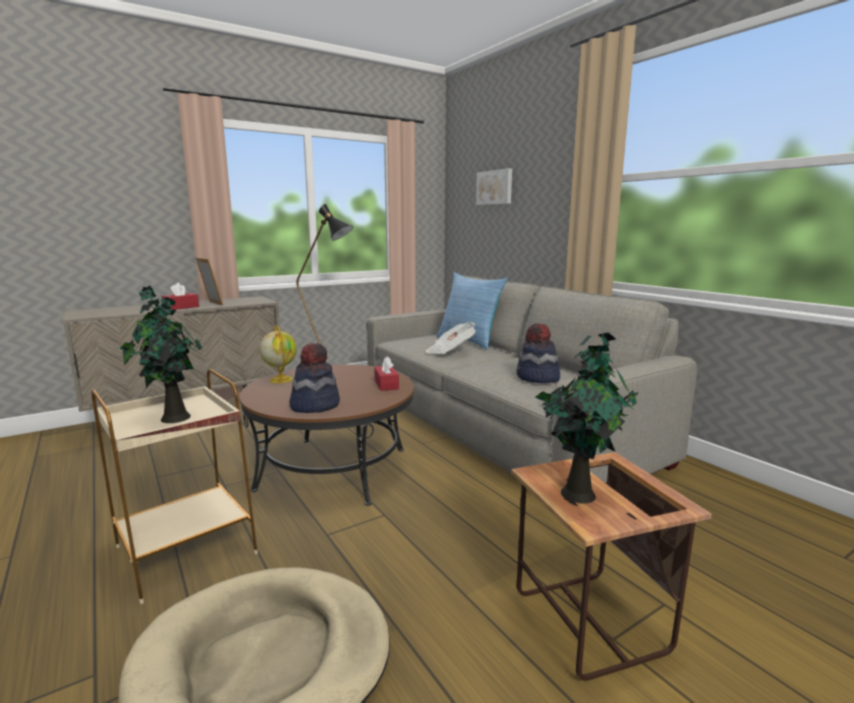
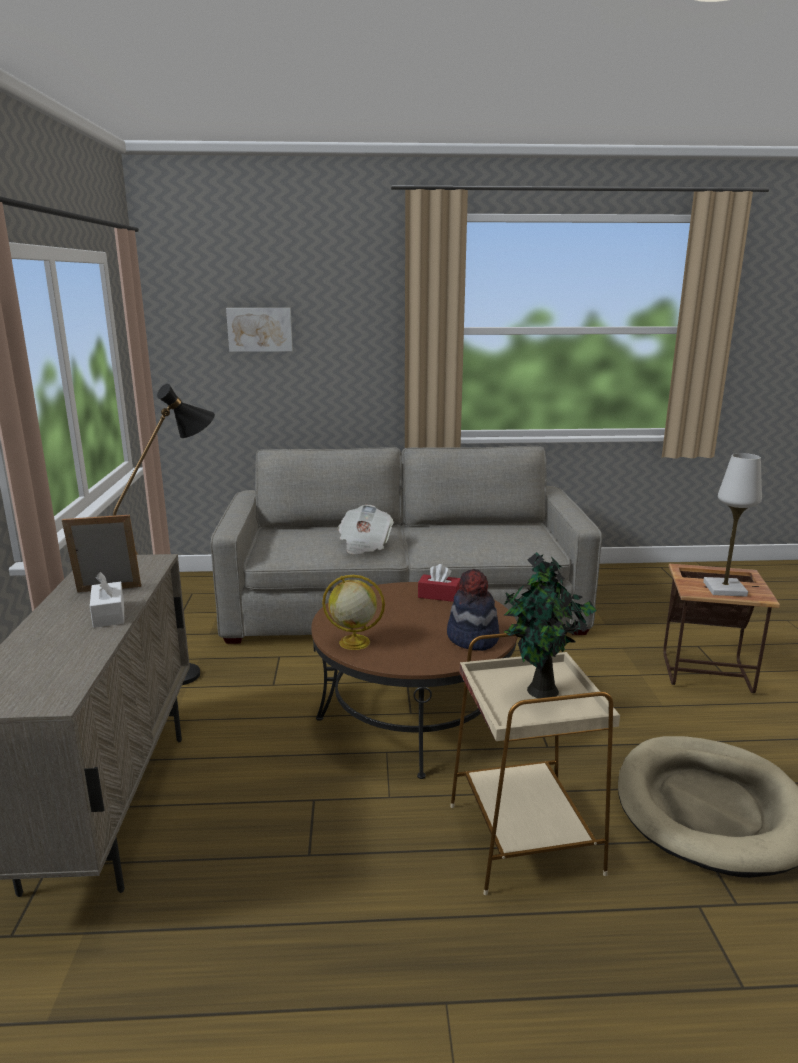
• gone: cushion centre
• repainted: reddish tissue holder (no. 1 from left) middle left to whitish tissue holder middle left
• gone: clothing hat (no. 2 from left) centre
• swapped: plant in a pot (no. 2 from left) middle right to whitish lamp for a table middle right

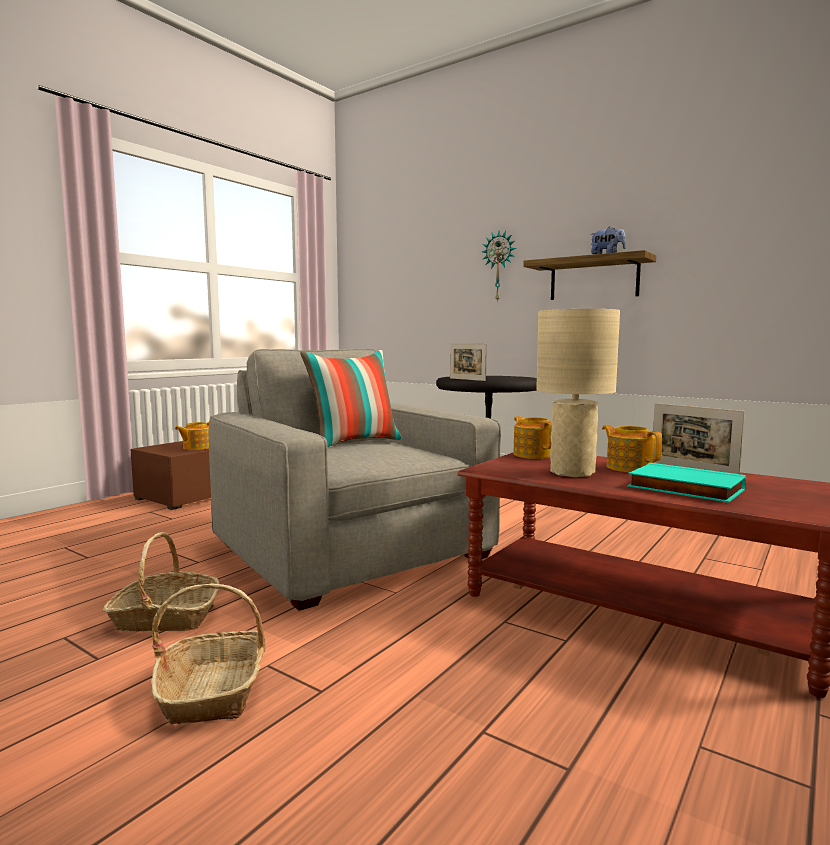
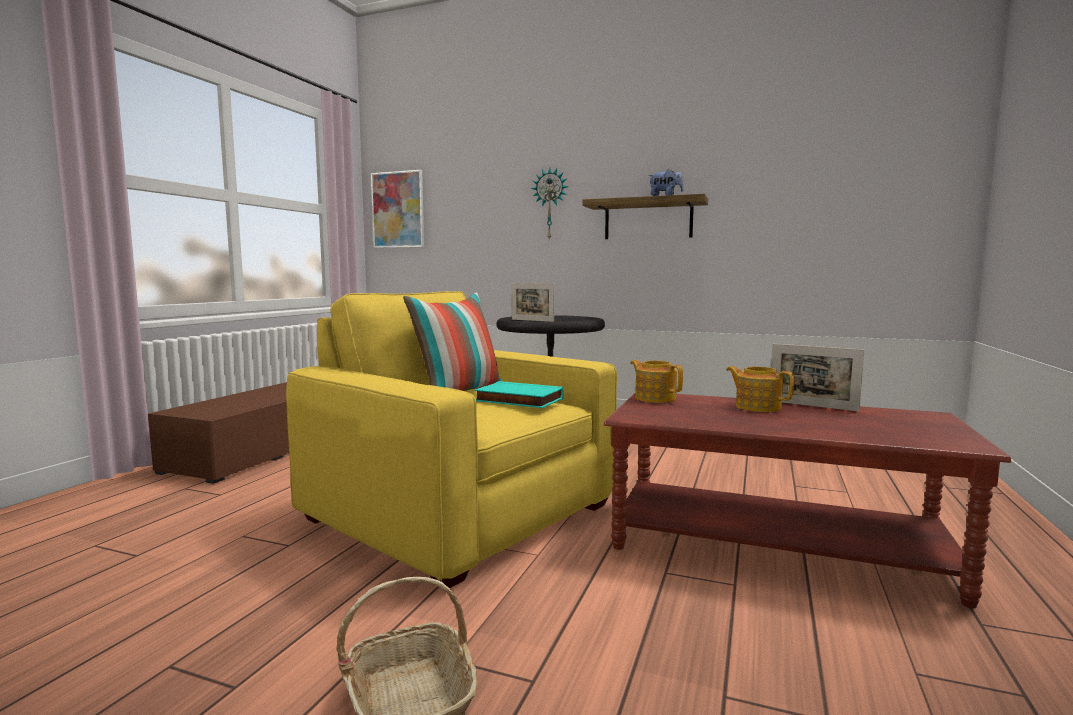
• gone: beige-coloured lamp for a table middle right
• repainted: grey lounge chair centre to yellow-coloured lounge chair centre
• gone: tea pot (no. 1 from left) middle left
• shifted: turquoise-coloured bound book middle right to centre
• gone: storage basket (no. 1 from left) bottom left
• new: picture top centre

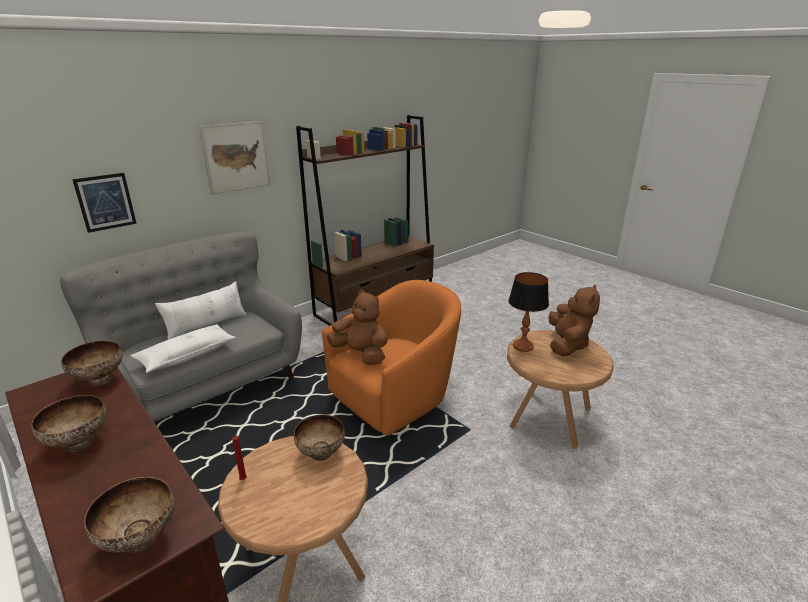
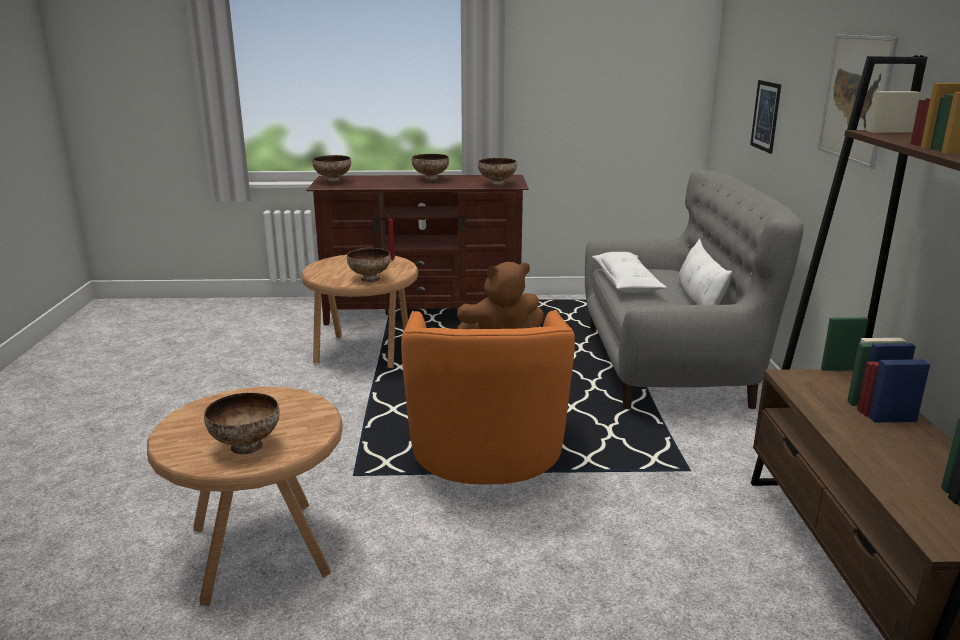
• gone: lamp for a table centre
• swapped: brown cuddly toy (no. 2 from left) middle right to serving bowl (no. 1 from left) middle left

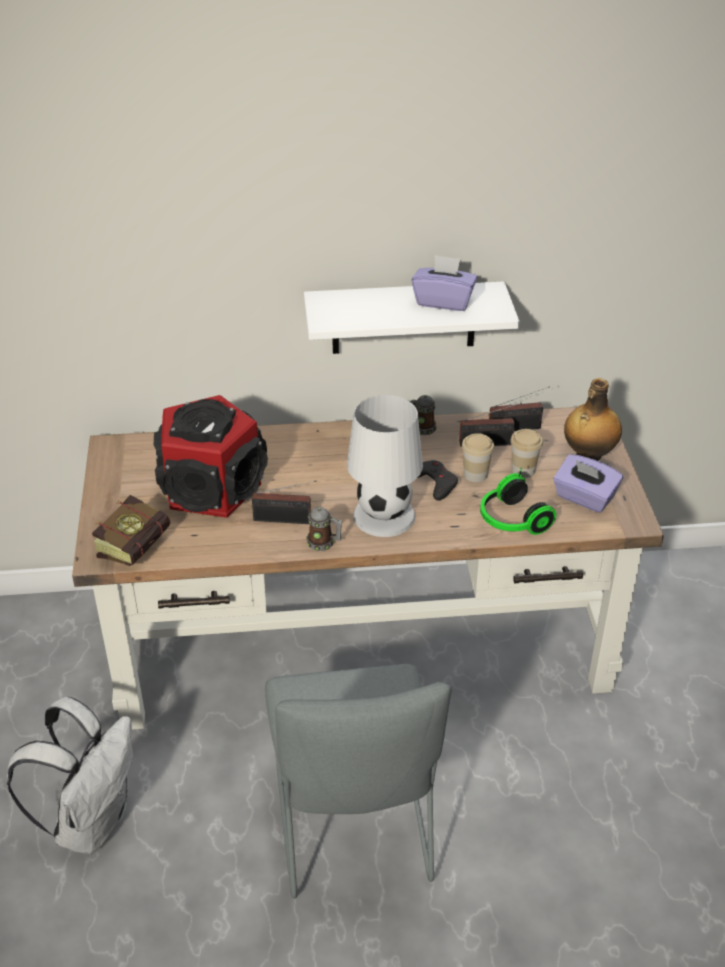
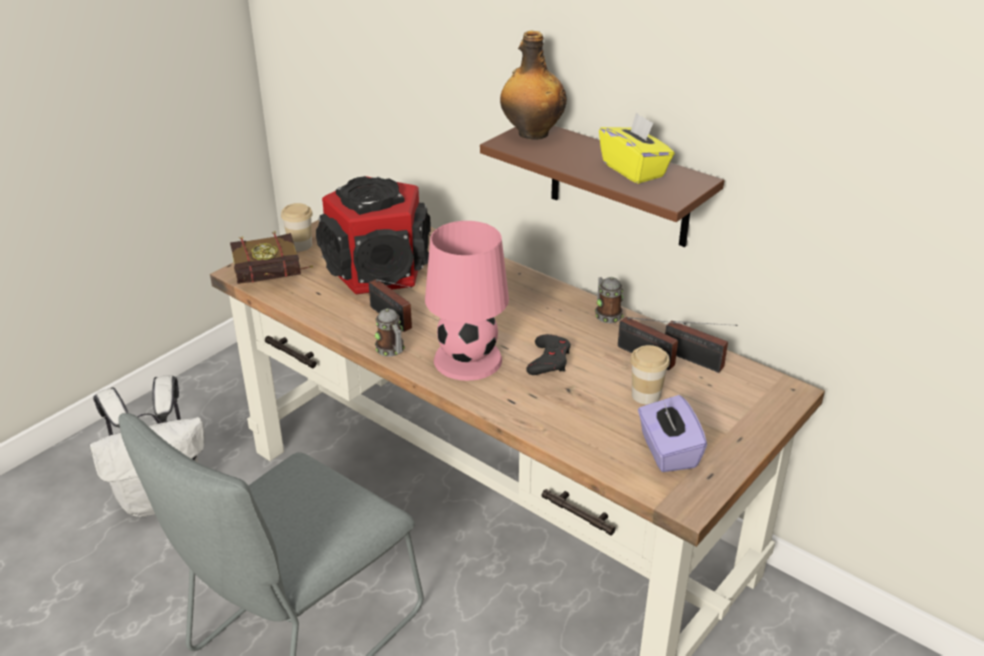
• repainted: purplish tissue holder (no. 1 from left) top centre to yellow-coloured tissue holder top centre
• repainted: whitish shelf top centre to brown shelf top centre
• shifted: bottle middle right to top centre
• repainted: whitish lamp for a table centre to pink-coloured lamp for a table centre
• shifted: cup (no. 1 from left) centre to middle left
• gone: pair of headphones middle right

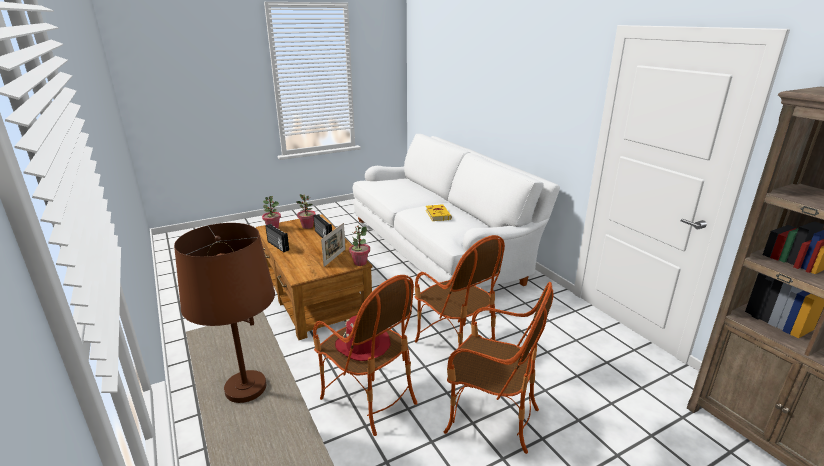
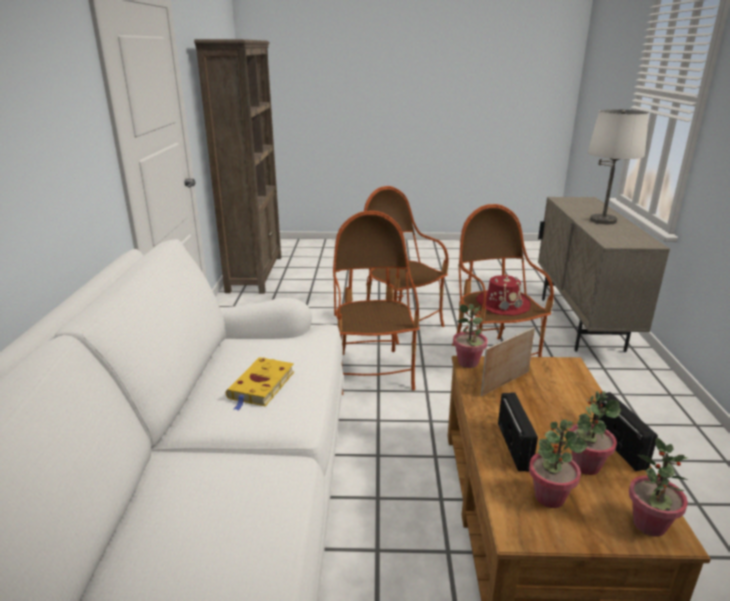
• repainted: brown lamp for a table bottom left to whitish lamp for a table top right
• new: plant in a pot (no. 3 from left) bottom right

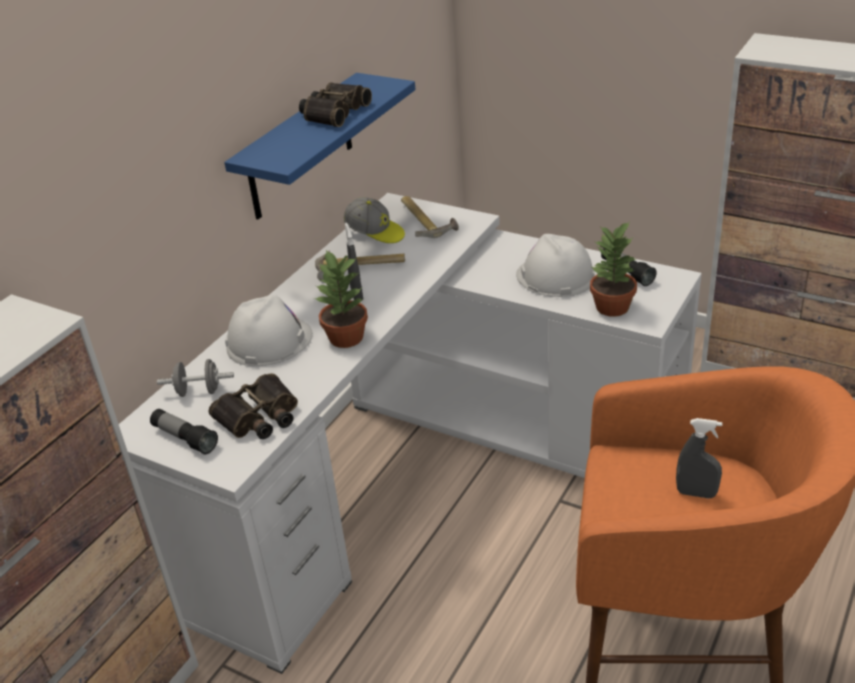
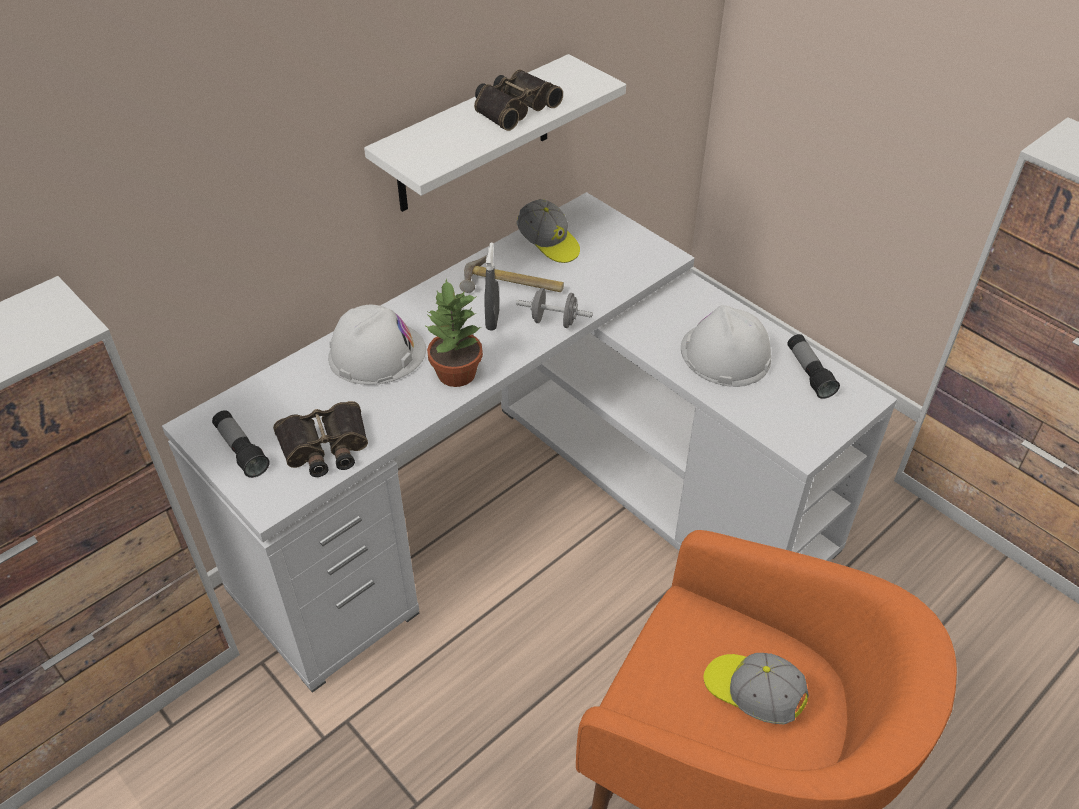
• repainted: blue shelf top centre to whitish shelf top centre
• gone: hammer (no. 2 from left) top centre
• gone: plant in a pot (no. 2 from left) middle right
• shifted: grey hand weight middle left to centre
• swapped: grey spray bottle (no. 2 from left) bottom right to peaked cap (no. 2 from left) bottom right

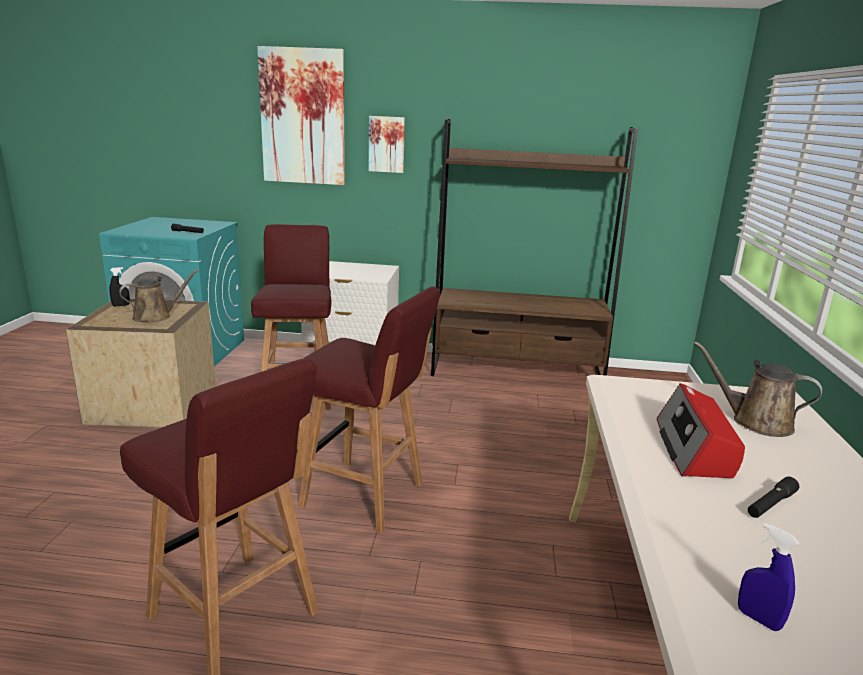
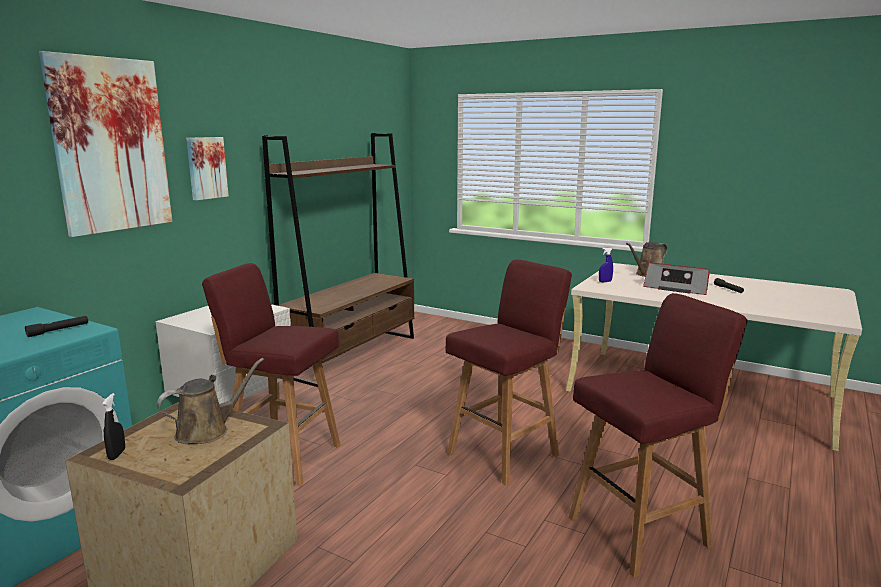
• rotated: brown watering can (no. 1 from left) middle left = bottom left 60 degrees clockwise
• shifted: blue spray bottle bottom right to middle right

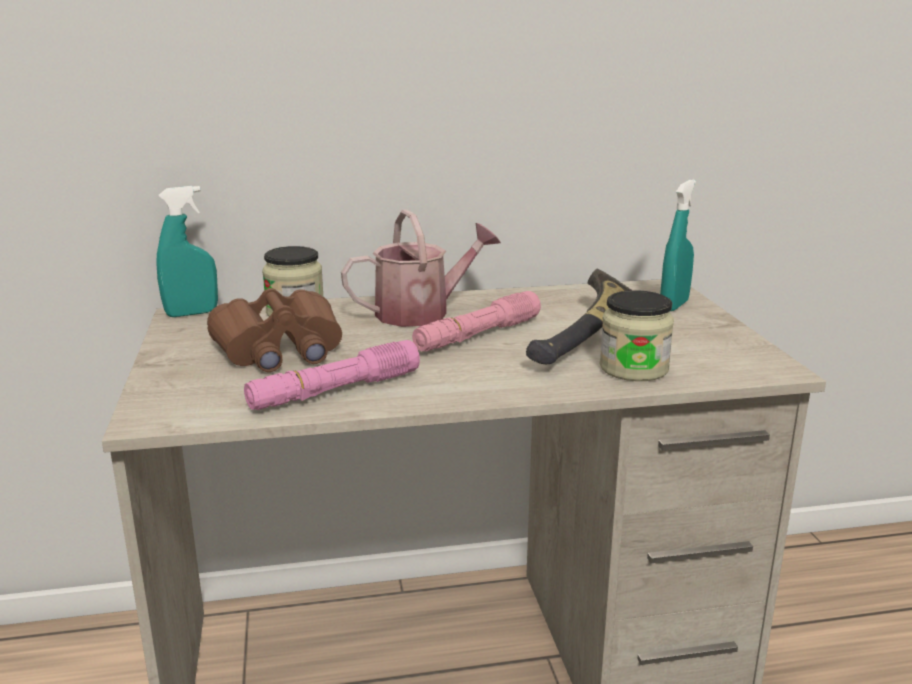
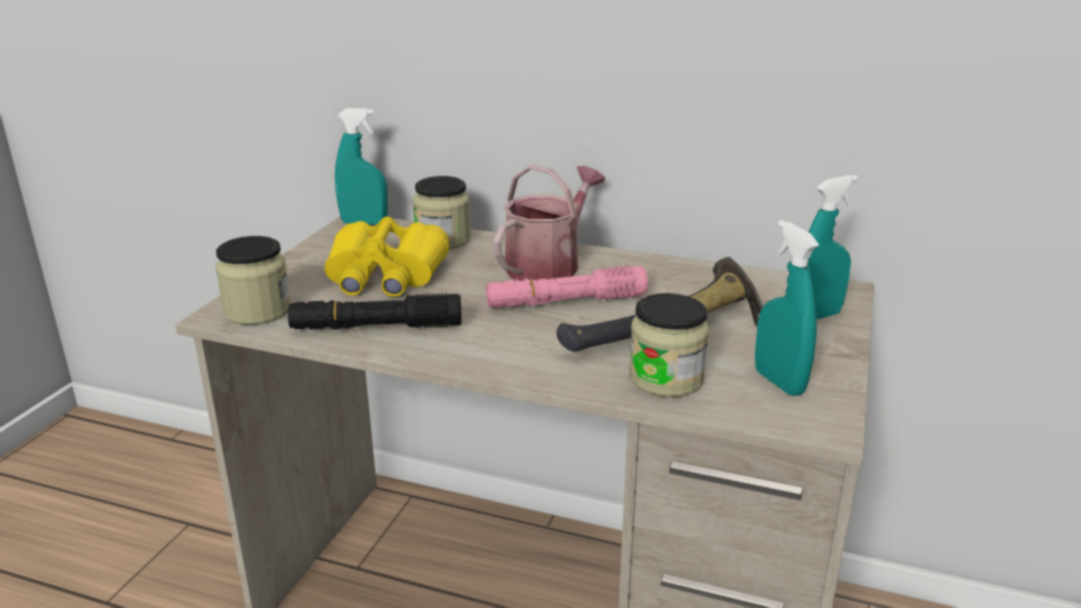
• rotated: watering can centre = centre 60 degrees counterclockwise
• repainted: brown binoculars middle left to yellow-coloured binoculars centre
• repainted: pink-coloured flashlight (no. 1 from left) centre to black-coloured flashlight centre
• new: turquoise-coloured spray bottle (no. 2 from left) middle right
• new: preserve jar (no. 1 from left) middle left

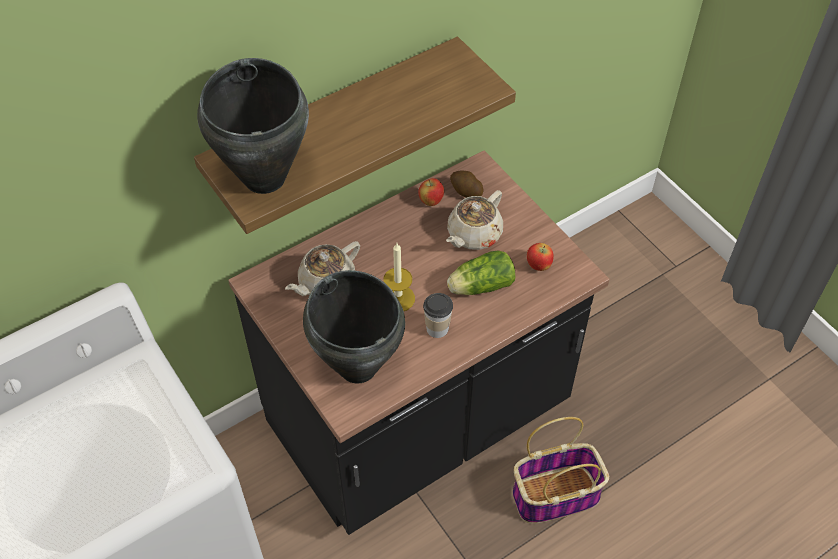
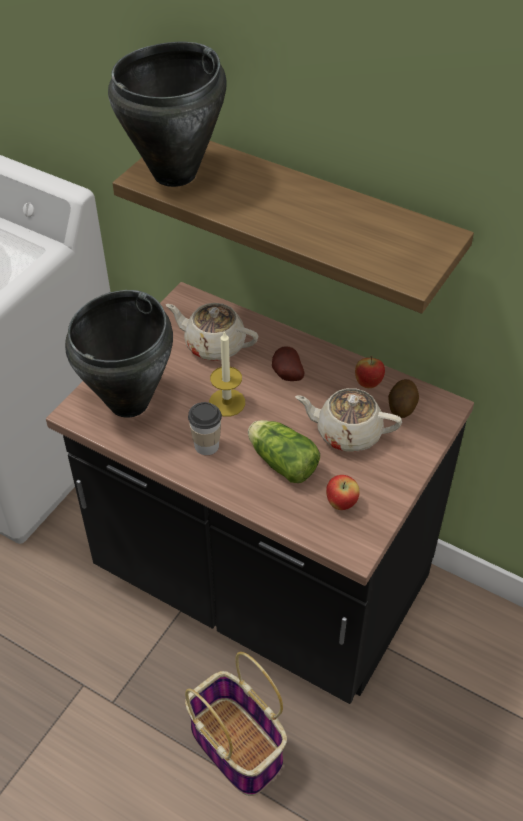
• new: whole potato (no. 1 from left) centre

